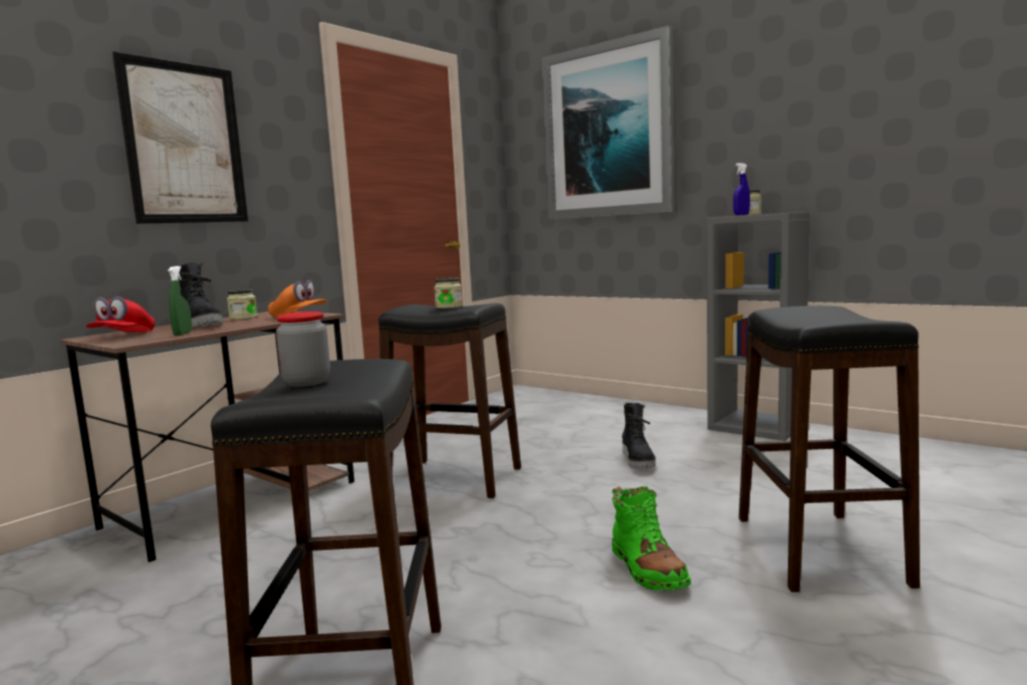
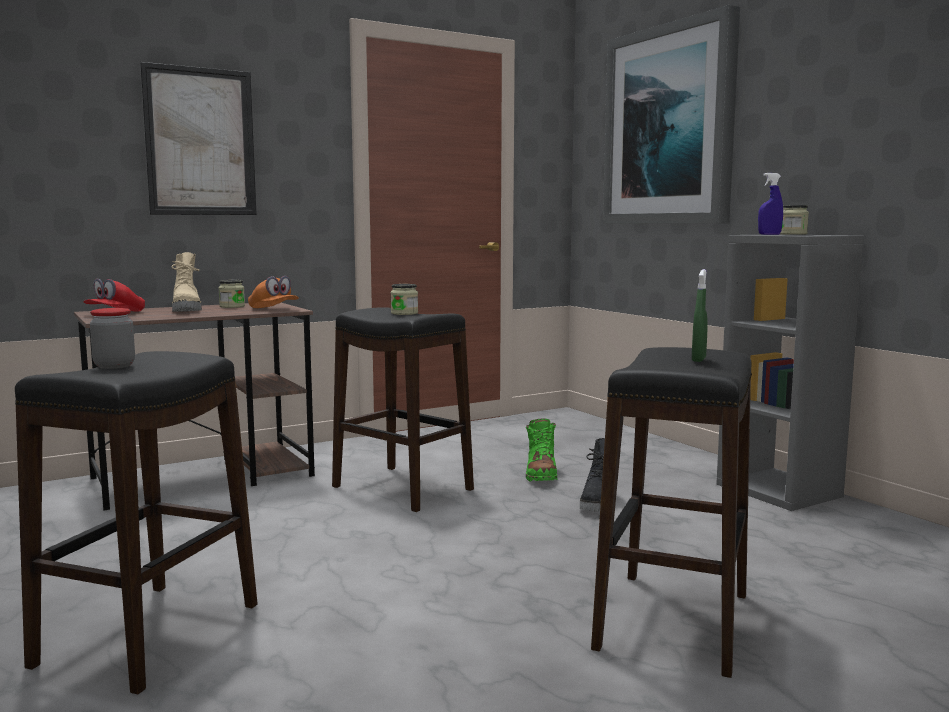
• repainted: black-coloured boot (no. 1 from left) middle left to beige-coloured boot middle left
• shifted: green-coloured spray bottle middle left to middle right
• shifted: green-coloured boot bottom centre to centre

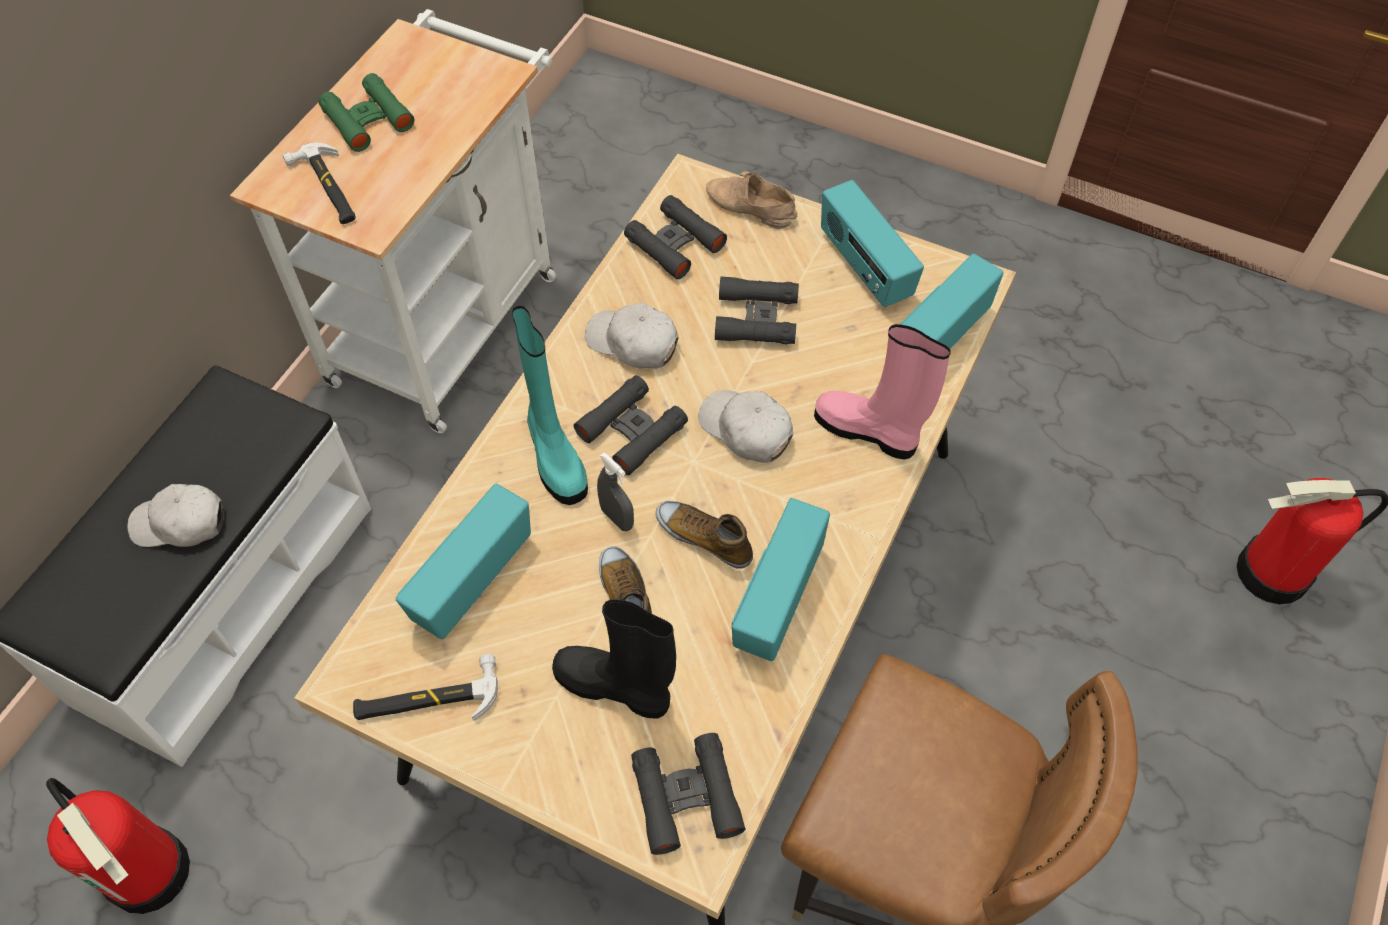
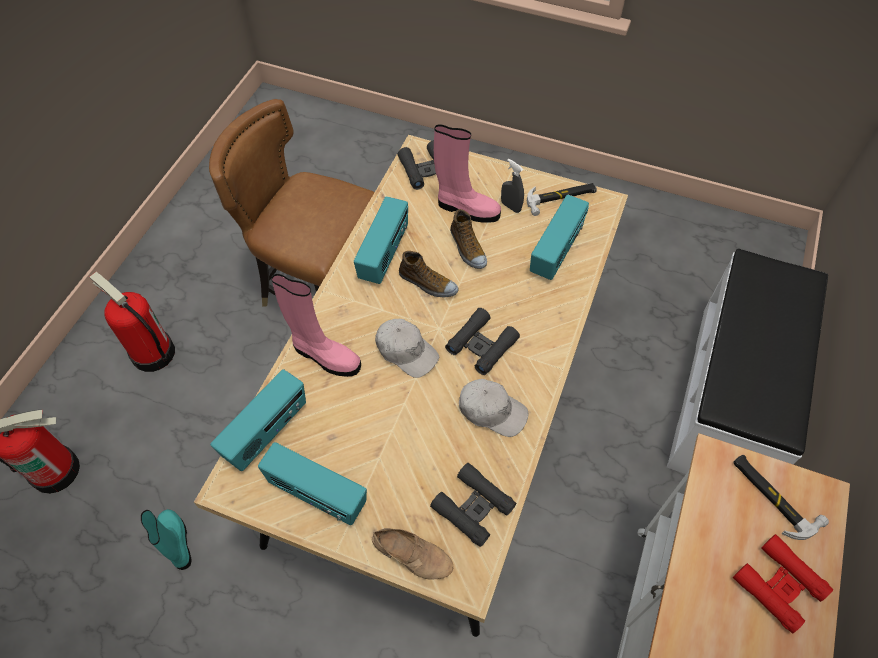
• repainted: green-coloured binoculars top left to reddish binoculars bottom right
• rotated: radio set (no. 3 from left in the first image) top centre = bottom centre 150 degrees clockwise
• gone: black-coloured binoculars (no. 4 from left) centre
• shifted: turquoise-coloured boot centre to bottom left
• shifted: grey spray bottle centre to top centre
• gone: whitish peaked cap (no. 1 from left) middle left
• repainted: black-coloured boot bottom centre to pink-coloured boot (no. 2 from left) top centre
• shifted: fire extinguisher (no. 1 from left in the first image) bottom left to fire extinguisher (no. 2 from left) middle left

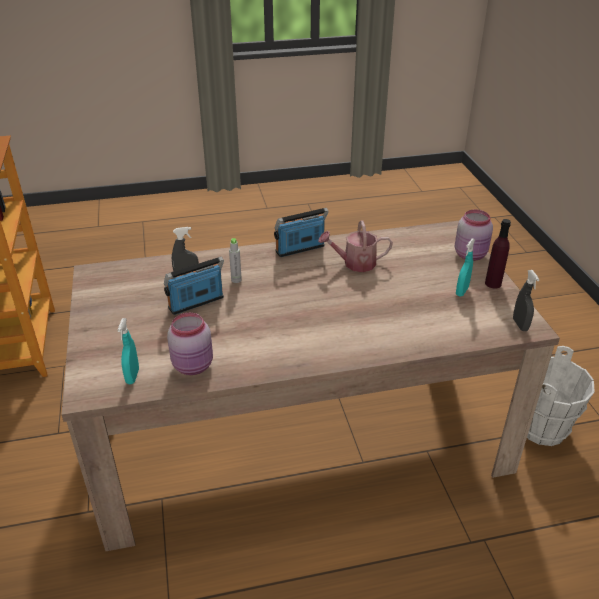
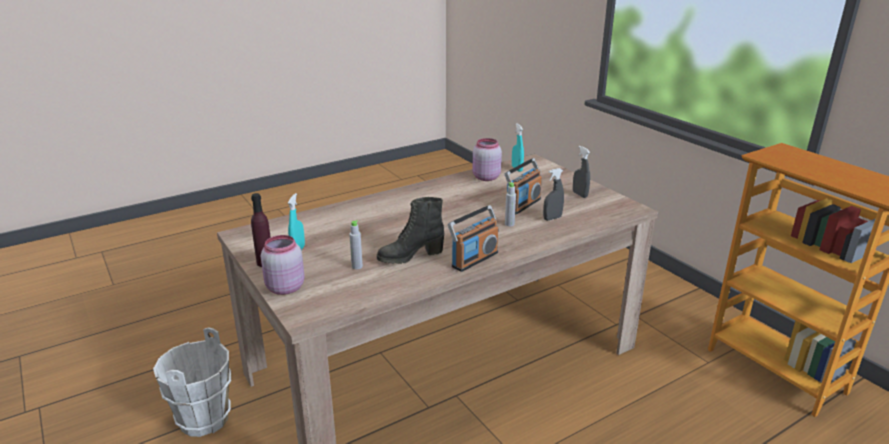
• swapped: watering can centre to black-coloured boot centre
• shifted: grey spray bottle (no. 2 from left) middle right to centre
• new: grey bottle (no. 1 from left) centre

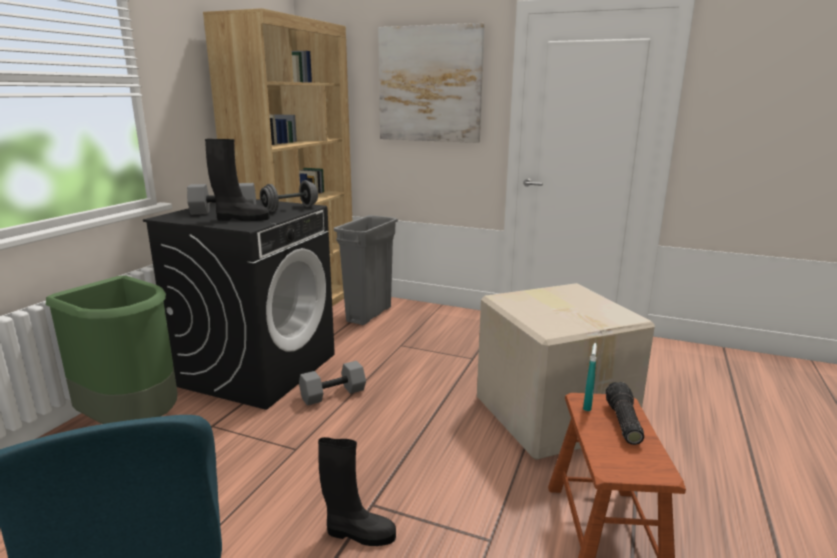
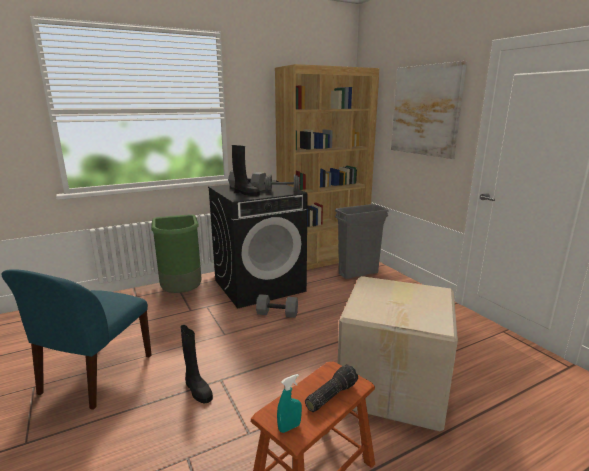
• shifted: turquoise-coloured spray bottle bottom right to bottom centre

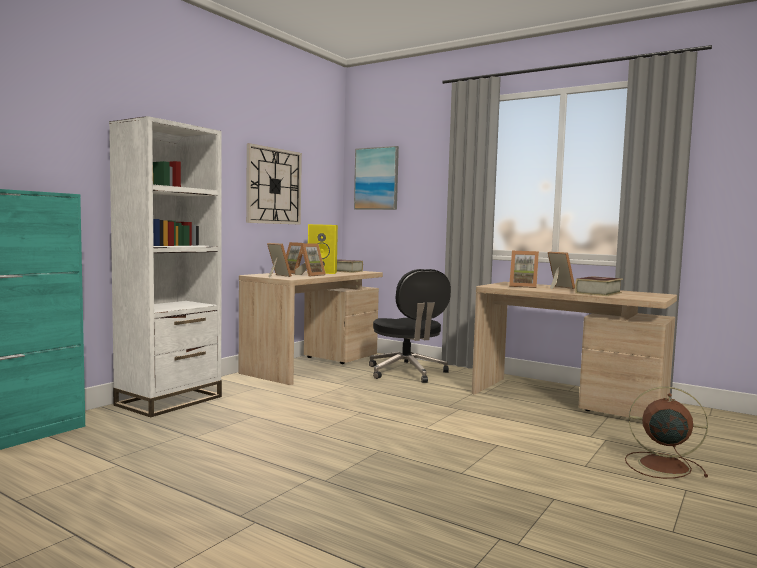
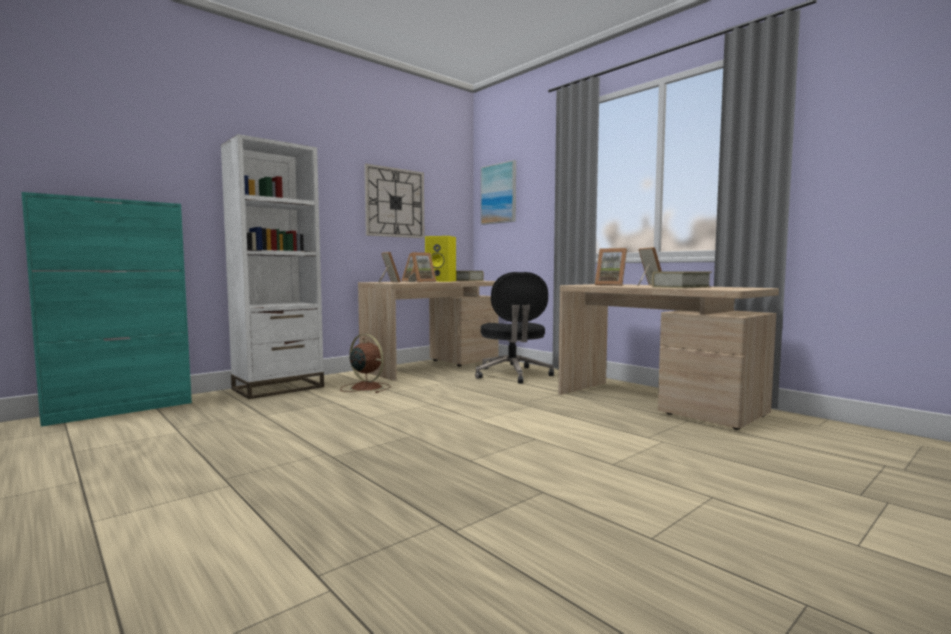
• shifted: brown fan bottom right to centre

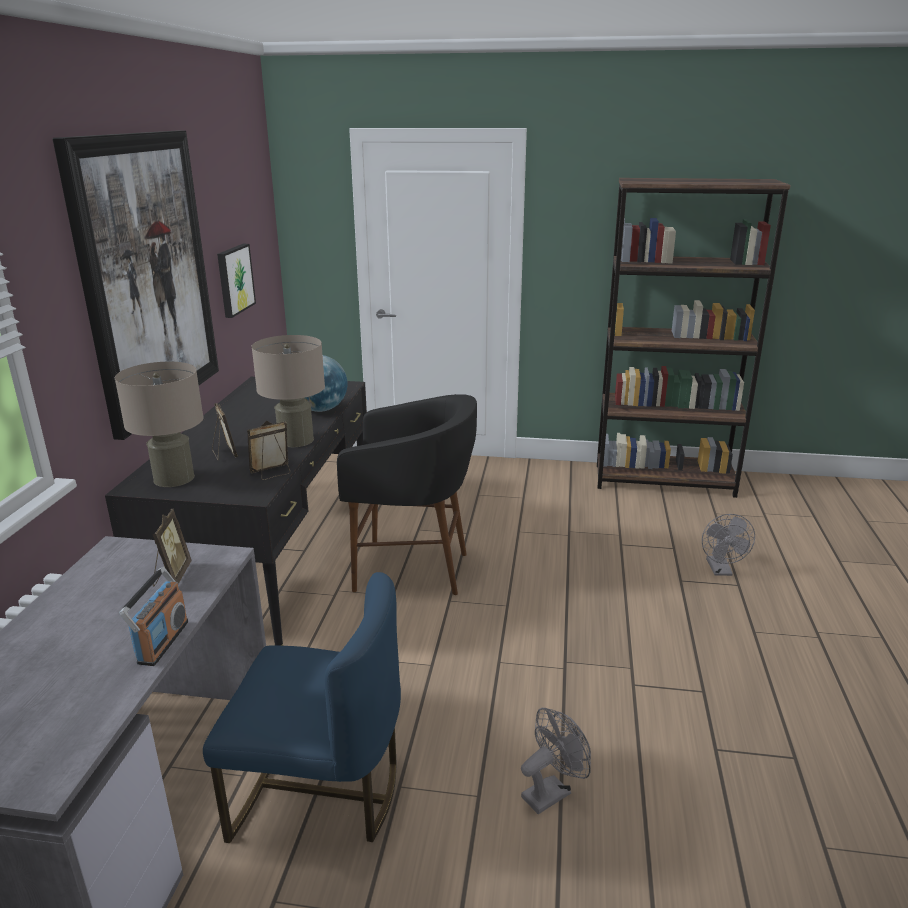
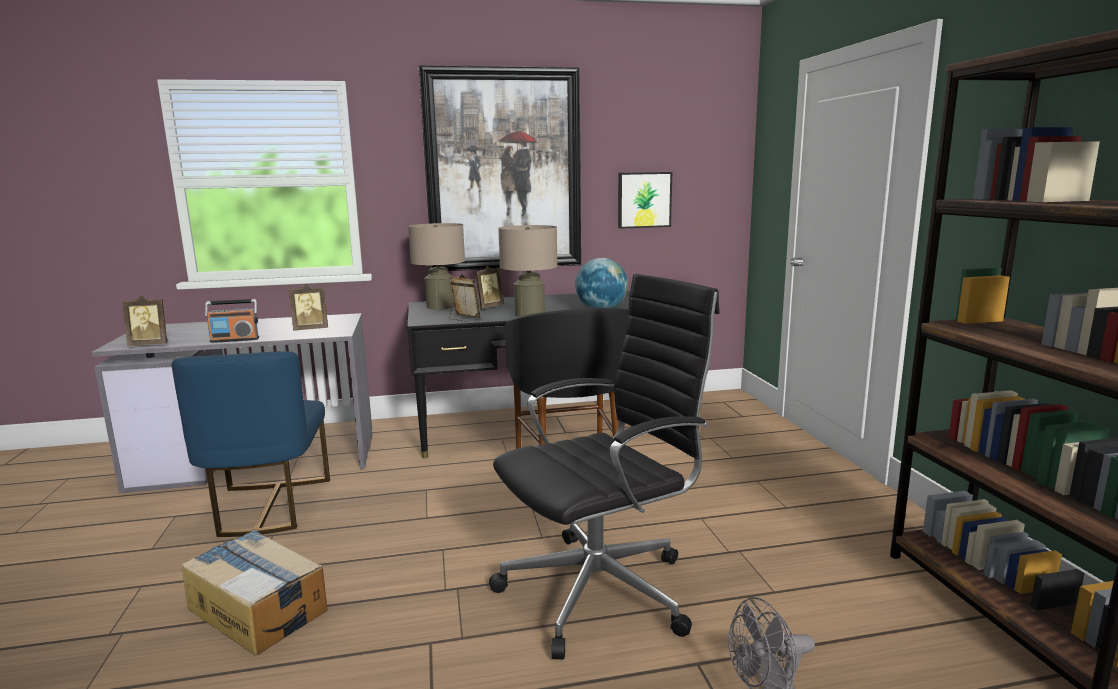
• swapped: grey fan (no. 1 from left) bottom centre to cardboard box bottom left
• new: black-coloured computer chair bottom centre
• new: photo frame (no. 1 from left) middle left

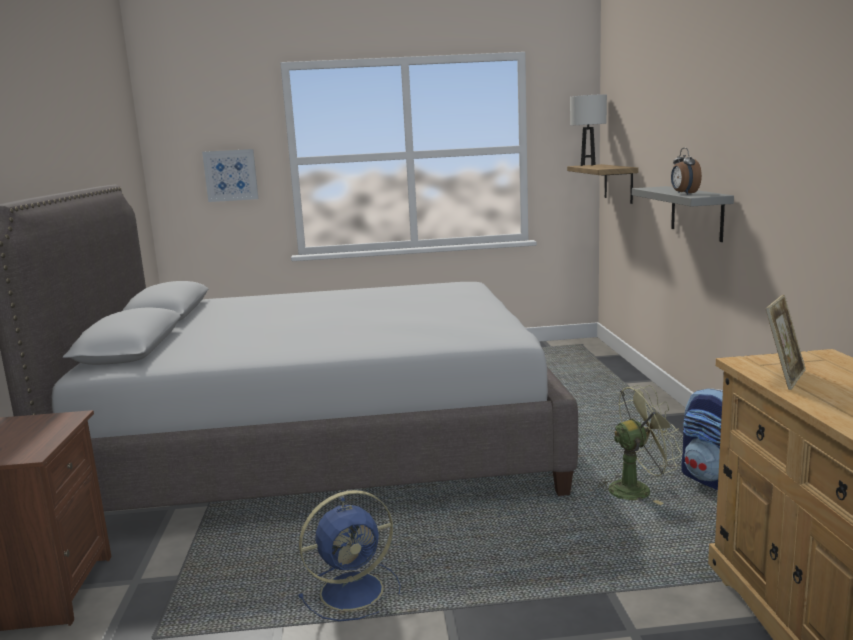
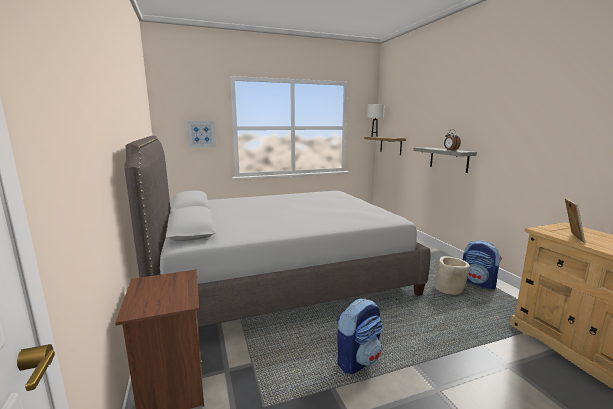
• swapped: green-coloured fan bottom right to beige-coloured flower pot bottom right
• swapped: blue fan bottom centre to backpack (no. 1 from left) bottom centre

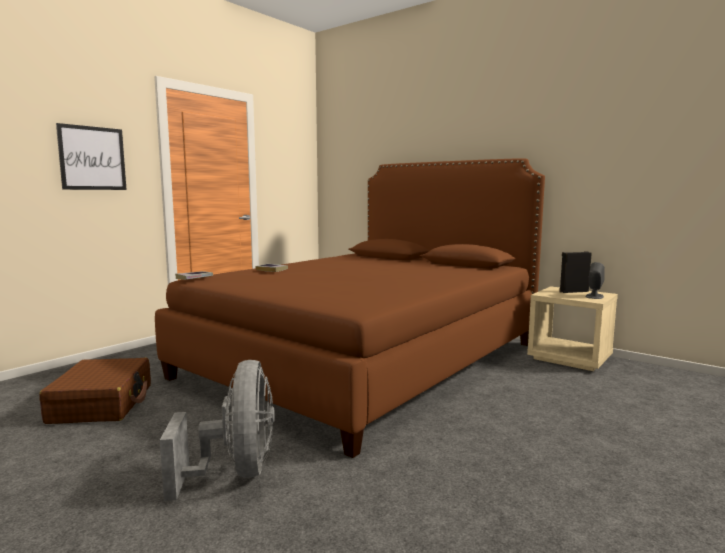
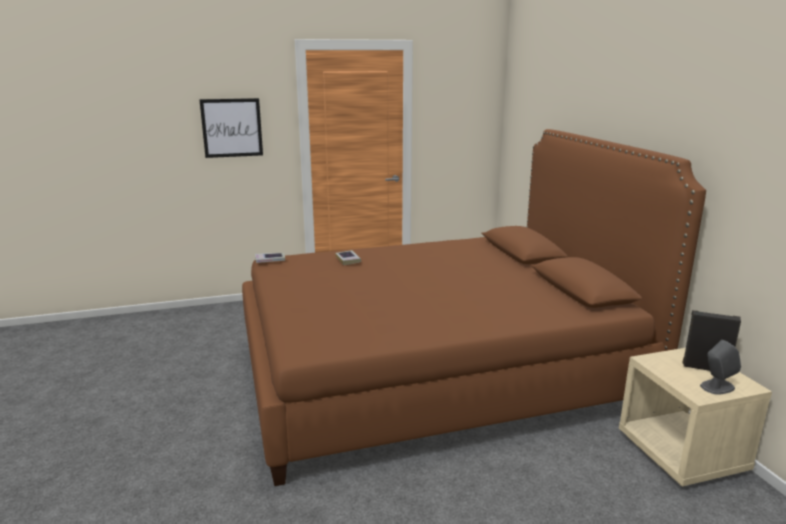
• gone: brown travel case bottom left
• gone: grey fan bottom left

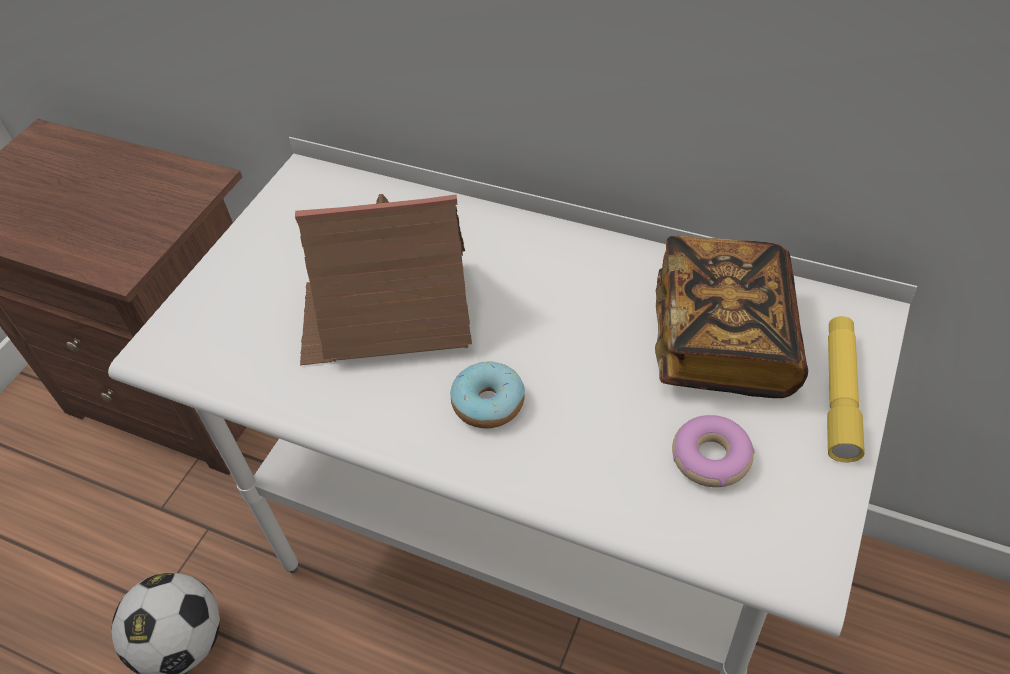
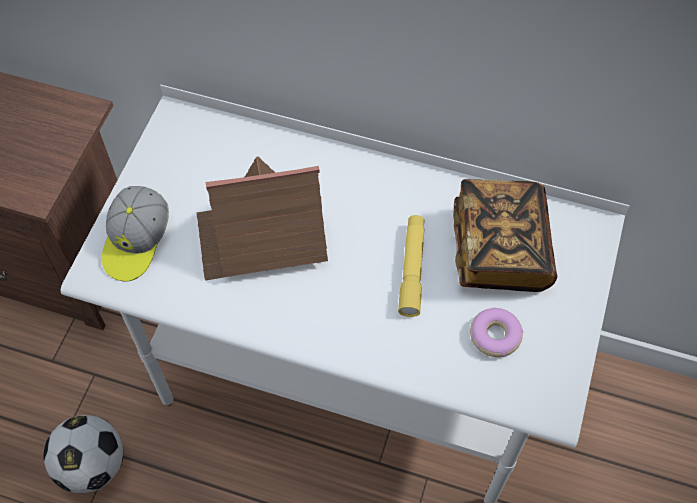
• shifted: yellow-coloured flashlight middle right to centre
• gone: donut (no. 1 from left) centre
• new: peaked cap middle left

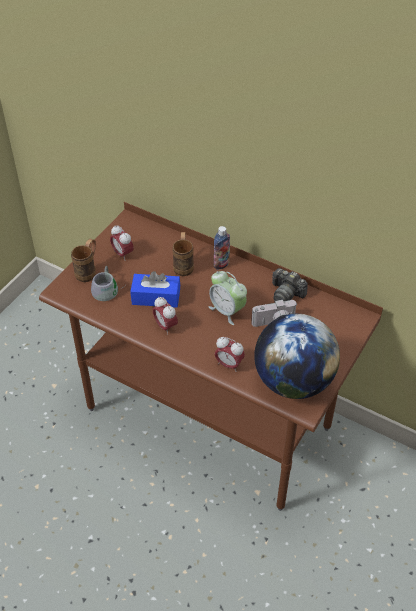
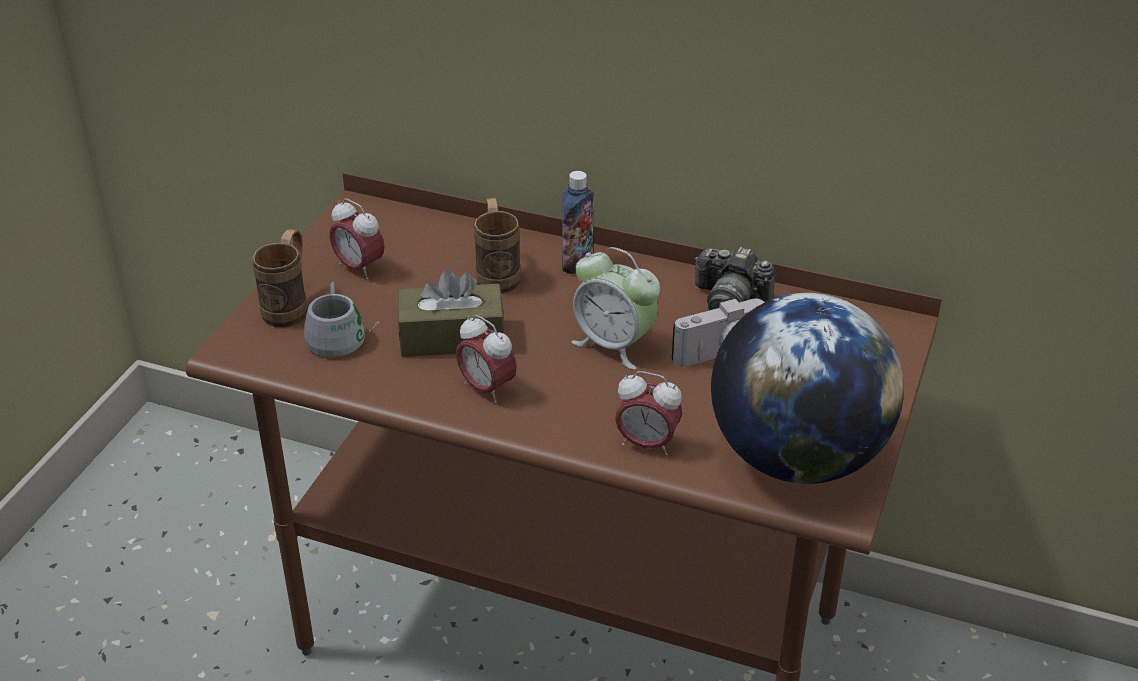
• repainted: blue tissue holder centre to brown tissue holder centre

